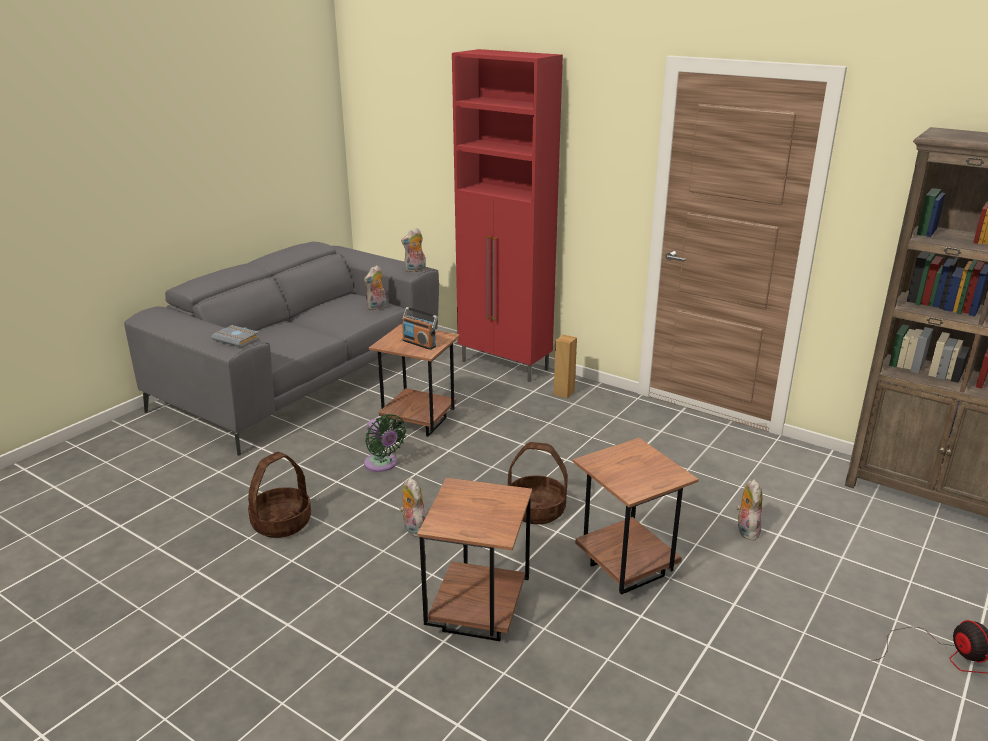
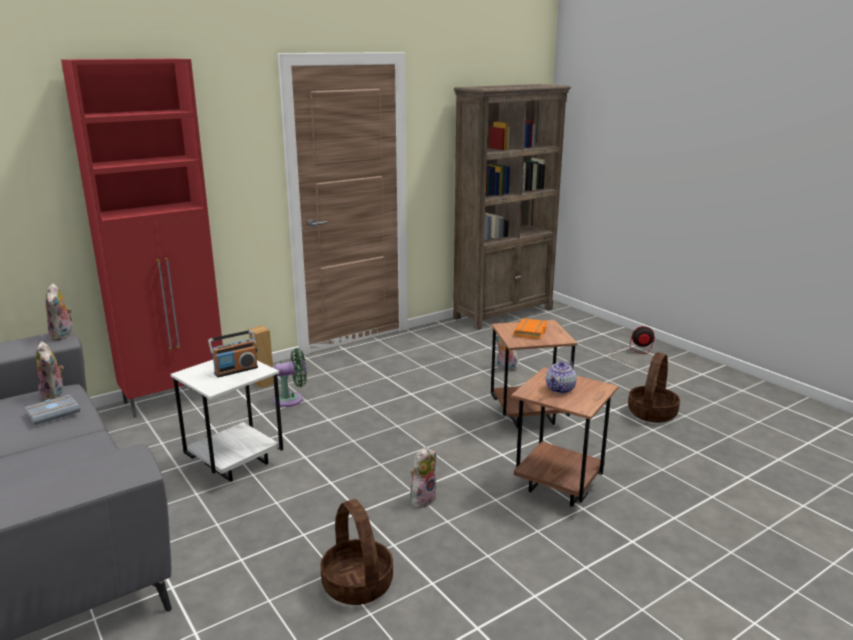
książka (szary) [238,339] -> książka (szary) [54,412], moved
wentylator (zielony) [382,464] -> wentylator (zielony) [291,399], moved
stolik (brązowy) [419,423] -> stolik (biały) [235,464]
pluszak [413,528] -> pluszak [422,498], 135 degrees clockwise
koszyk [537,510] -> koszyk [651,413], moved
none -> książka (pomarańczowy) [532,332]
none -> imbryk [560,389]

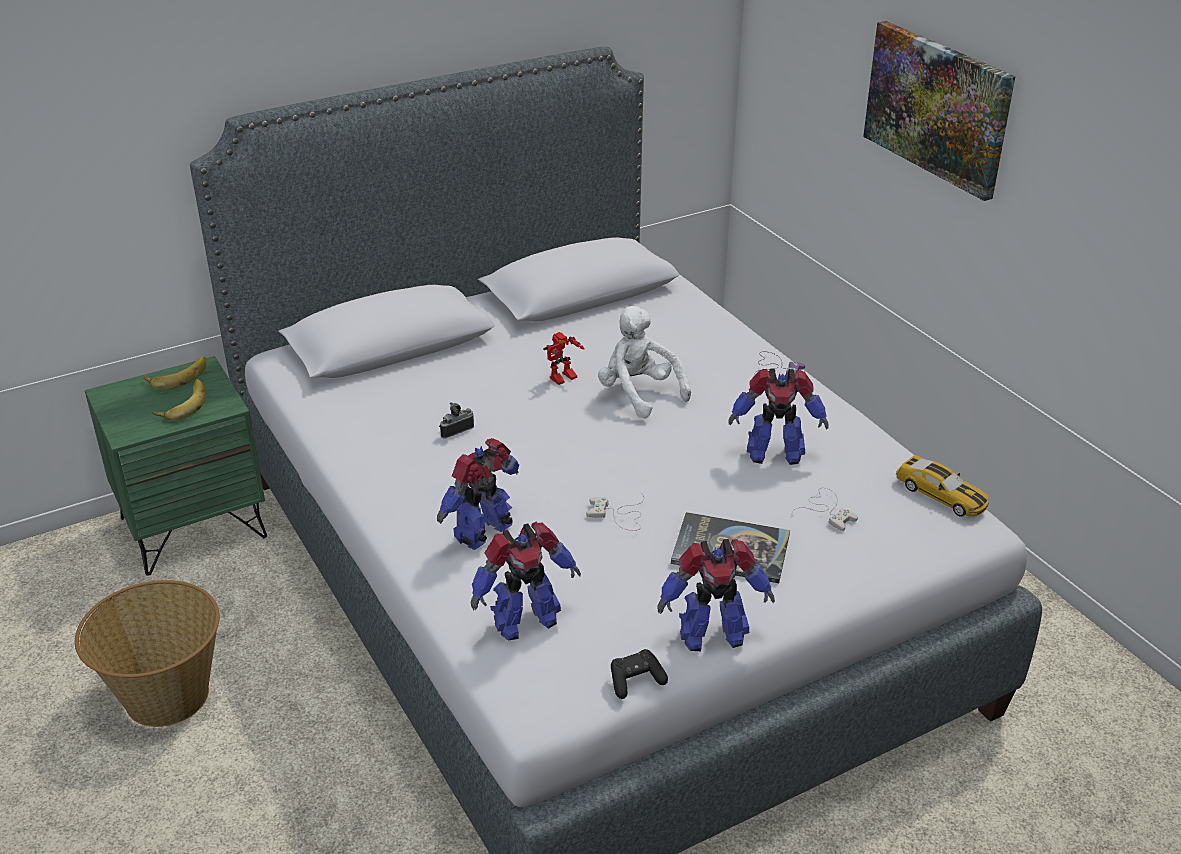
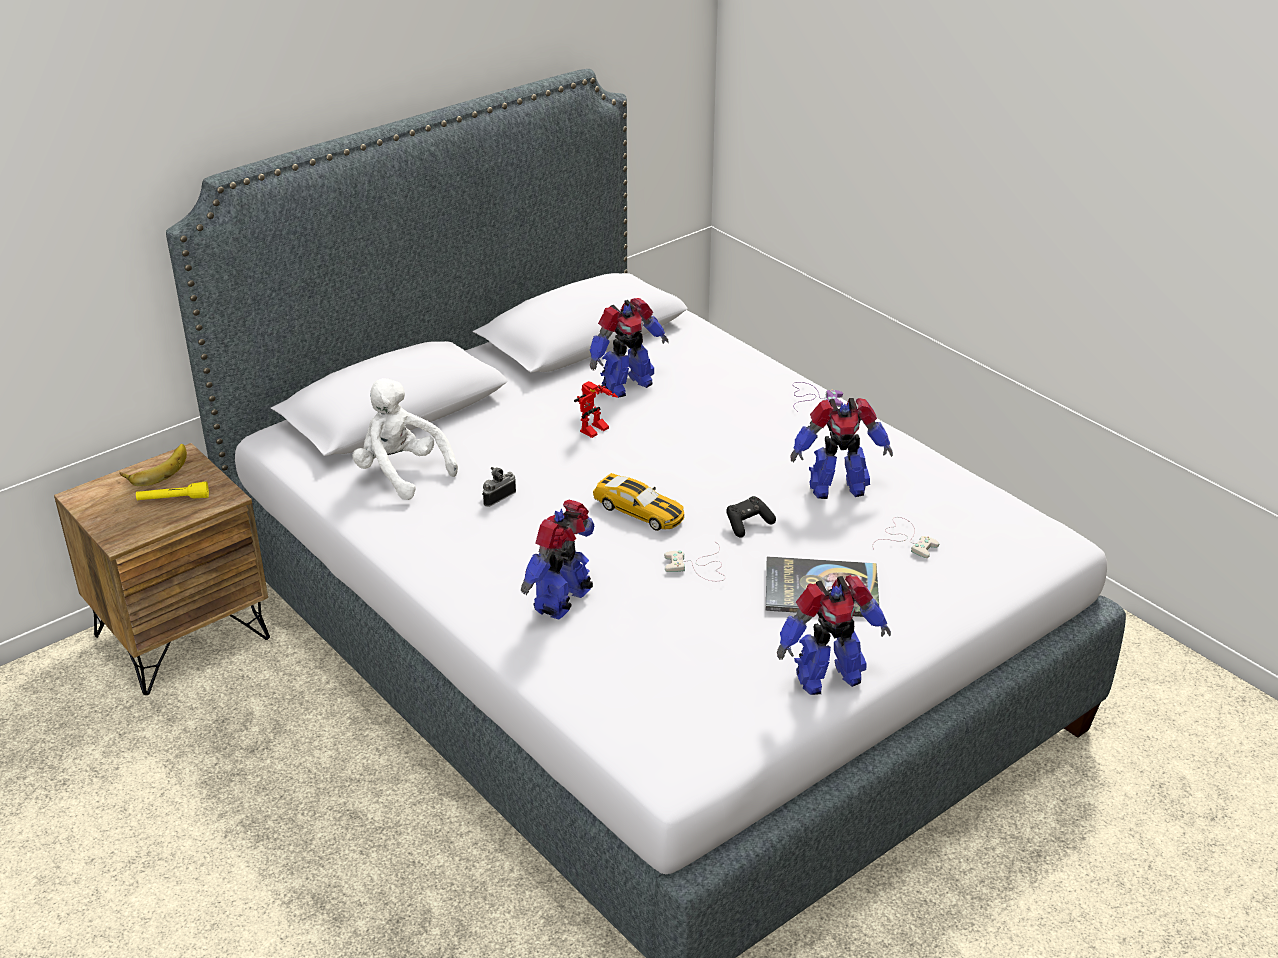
koszyk [165,696] -> none
szafka nocna (zielony) [193,526] -> szafka nocna (brązowy) [182,636]
banan [182,404] -> latarka (żółty) [173,499]
robot zabawkowy [524,621] -> robot zabawkowy [626,385], moved
pluszak (biały) [639,393] -> pluszak (biały) [401,473], moved
pad do gier (czarny) [636,681] -> pad do gier (czarny) [748,524], moved
obraz [938,107] -> none
samochodzik [941,495] -> samochodzik [639,511], moved

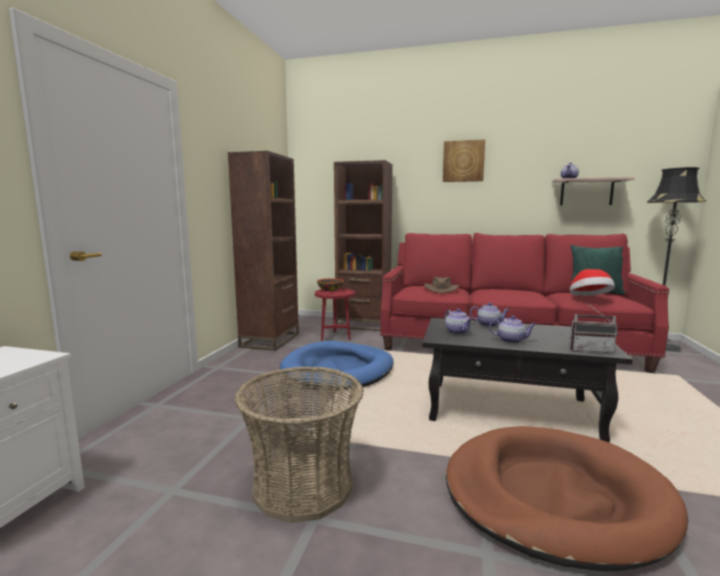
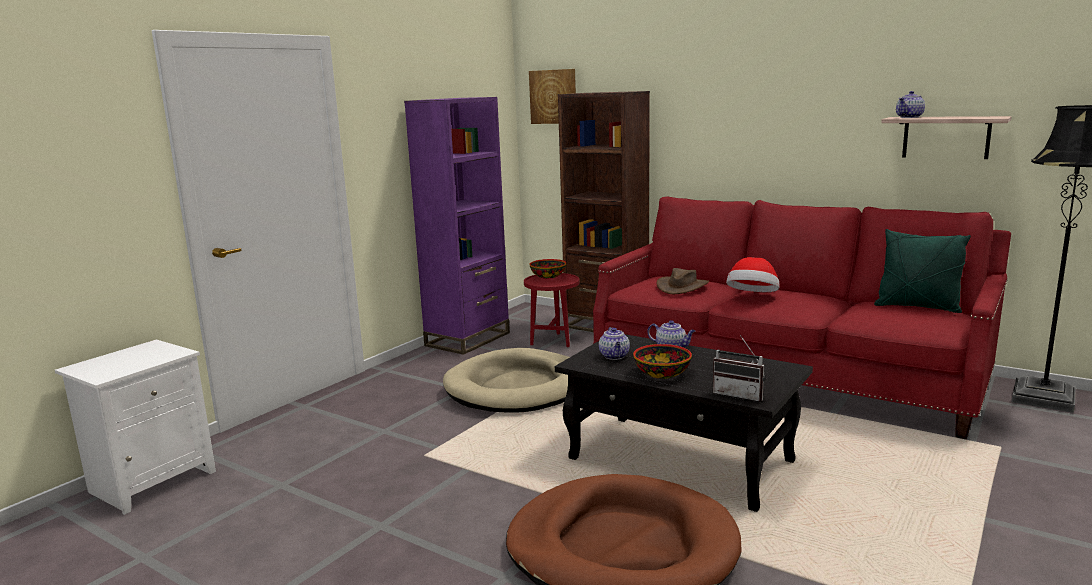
regał (brązowy) [270,340] -> regał (fioletowy) [468,339]
koszyk [302,485] -> none
legowisko (niebieski) [338,370] -> legowisko (beżowy) [518,387]
obraz [463,161] -> obraz [553,96], moved
imbryk [511,340] -> miska [662,373]
kapelusz [589,299] -> kapelusz [752,297], moved

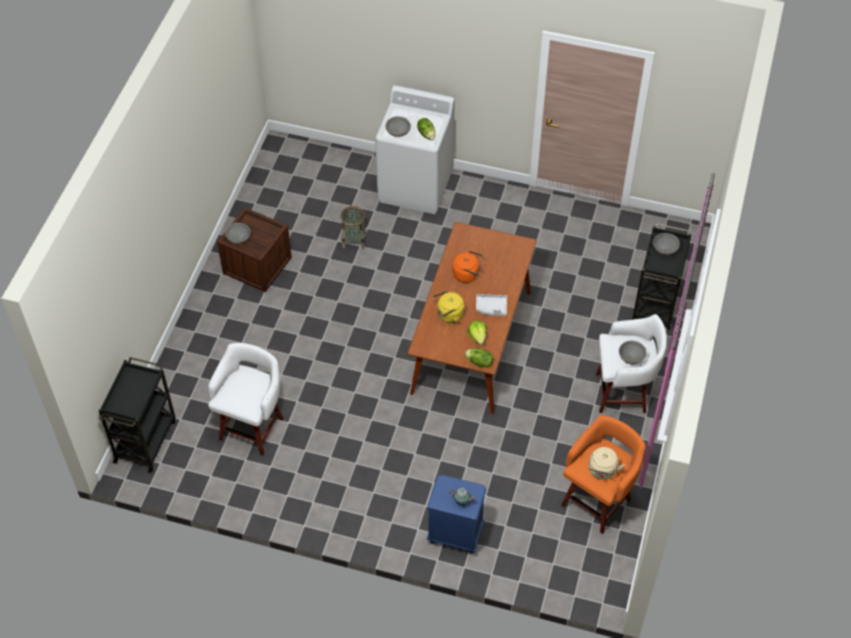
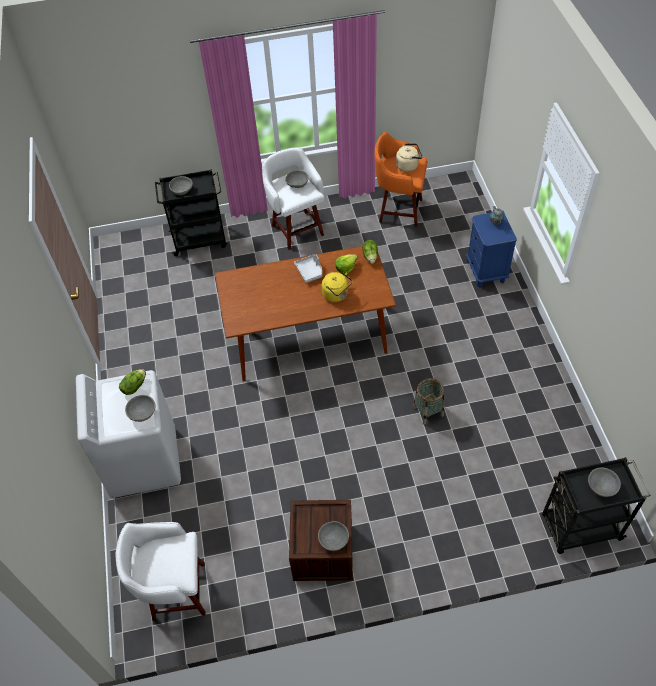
stołek (biały) [252,427] -> stołek (biały) [176,591], moved
koszyk [354,240] -> koszyk [428,411], moved
czajnik (pomarańczowy) [467,274] -> none
none -> miska (szary) [602,487]

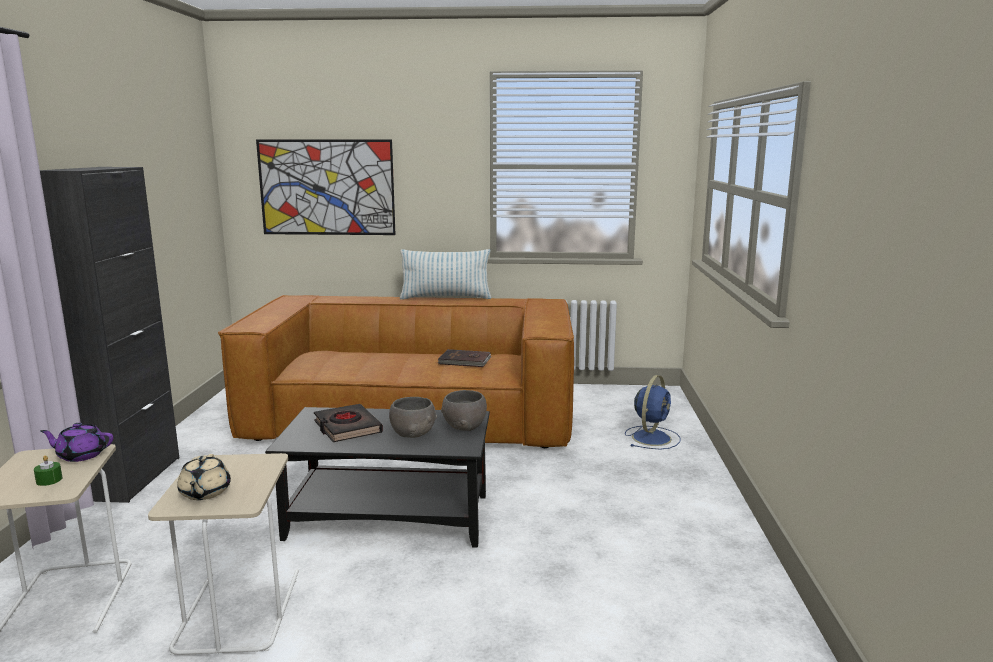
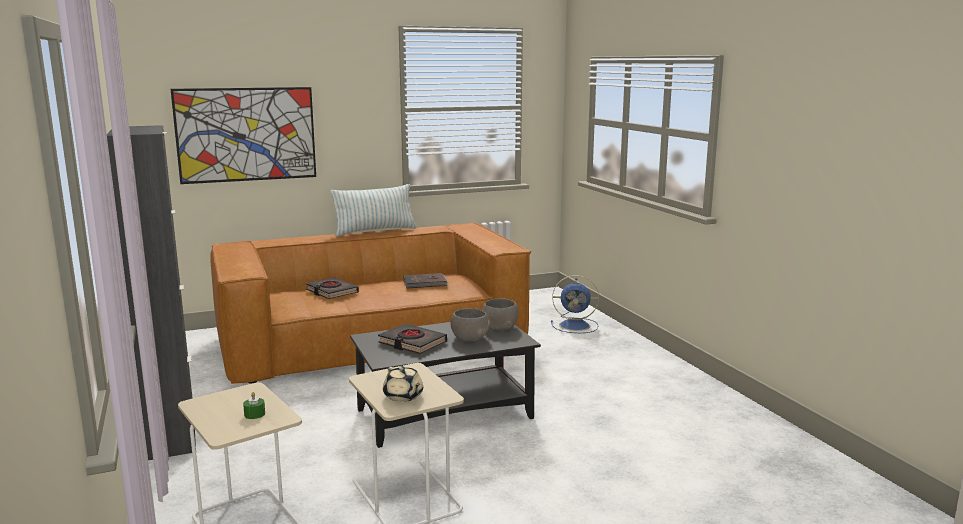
imbryk (fioletowy) [81,455] -> none
wentylator (niebieski) [652,437] -> wentylator (niebieski) [576,325], 90 degrees clockwise
none -> książka (czarny) [332,292]

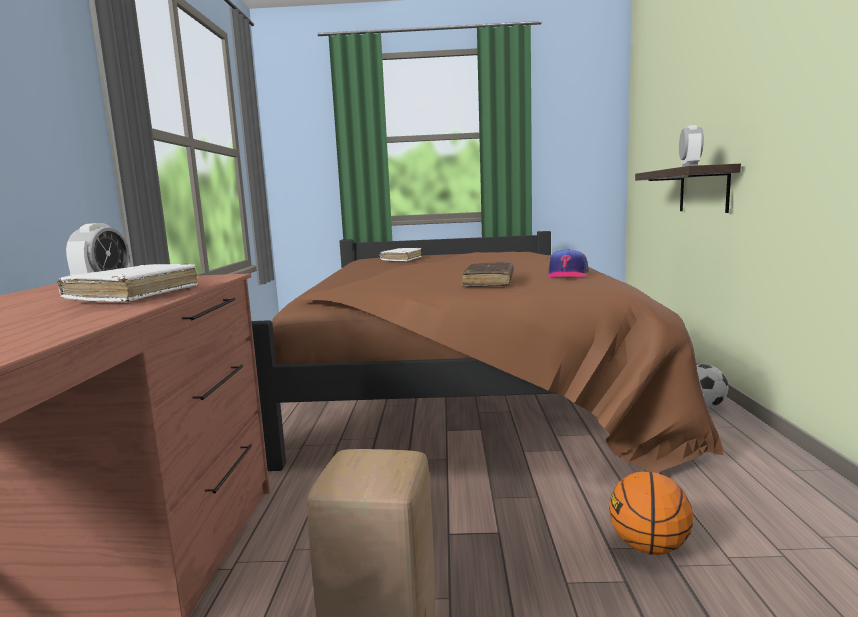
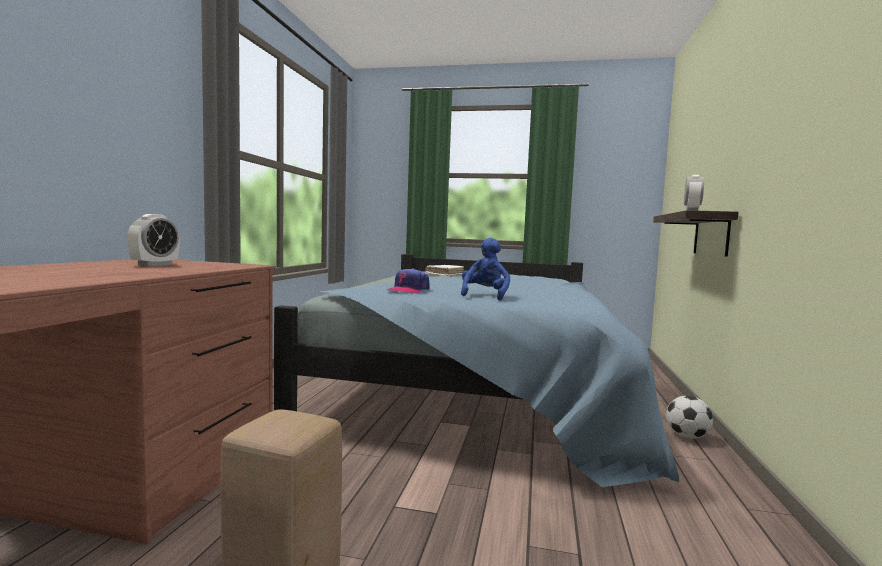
książka (biały) [135,295] -> none
łóżko (brązowy) [464,383] -> łóżko (niebieski) [476,386]
książka (brązowy) [488,282] -> pluszak (niebieski) [484,296]
czapka z daszkiem [567,275] -> czapka z daszkiem [408,290], moved
piłka do koszykówki [649,547] -> none

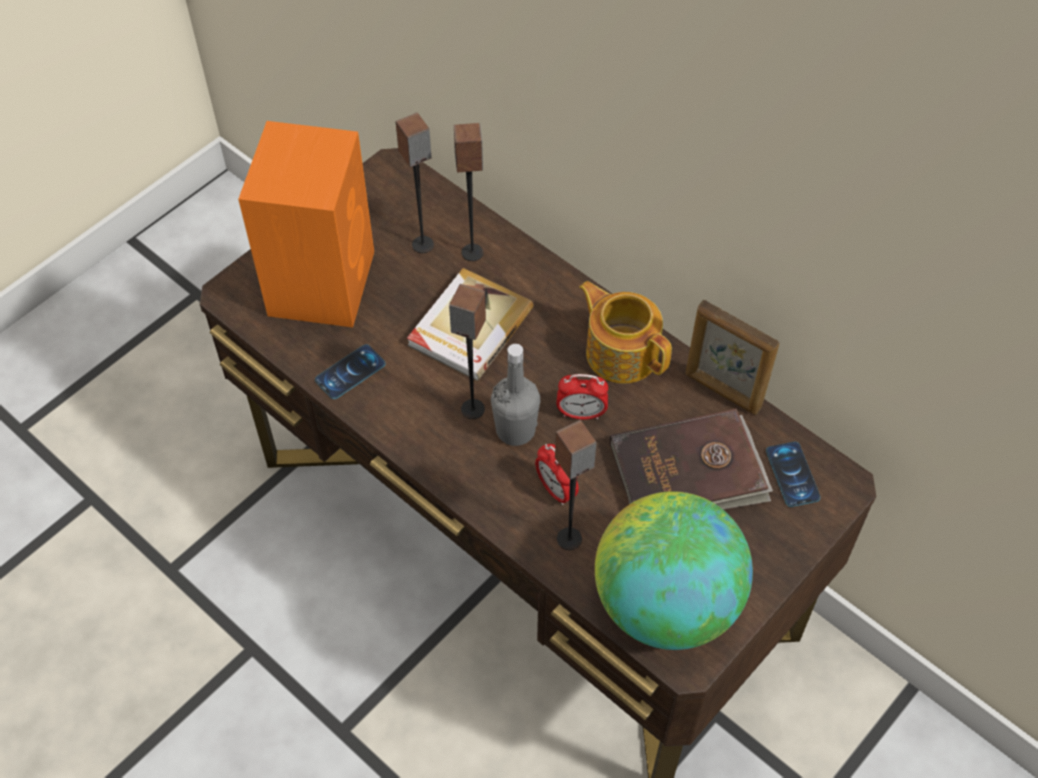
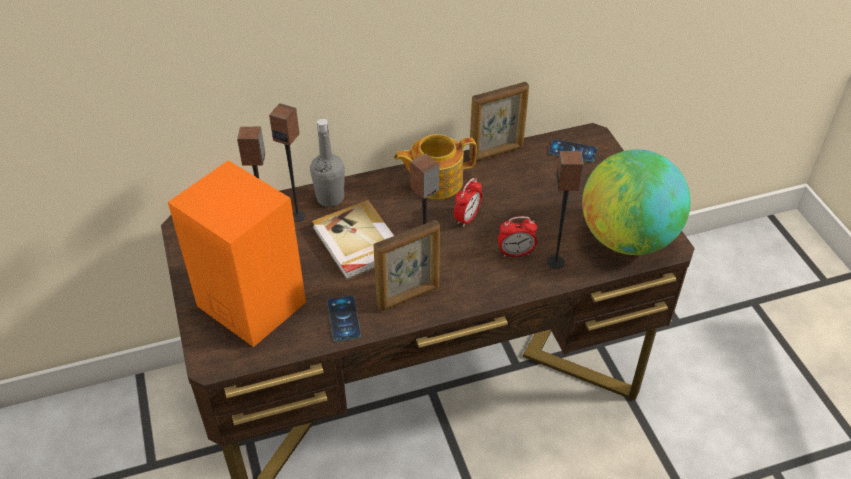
butelka (szary) [515,430] -> butelka (szary) [330,198], moved
książka (brązowy) [689,472] -> none
none -> ramka na zdjęcie [409,297]

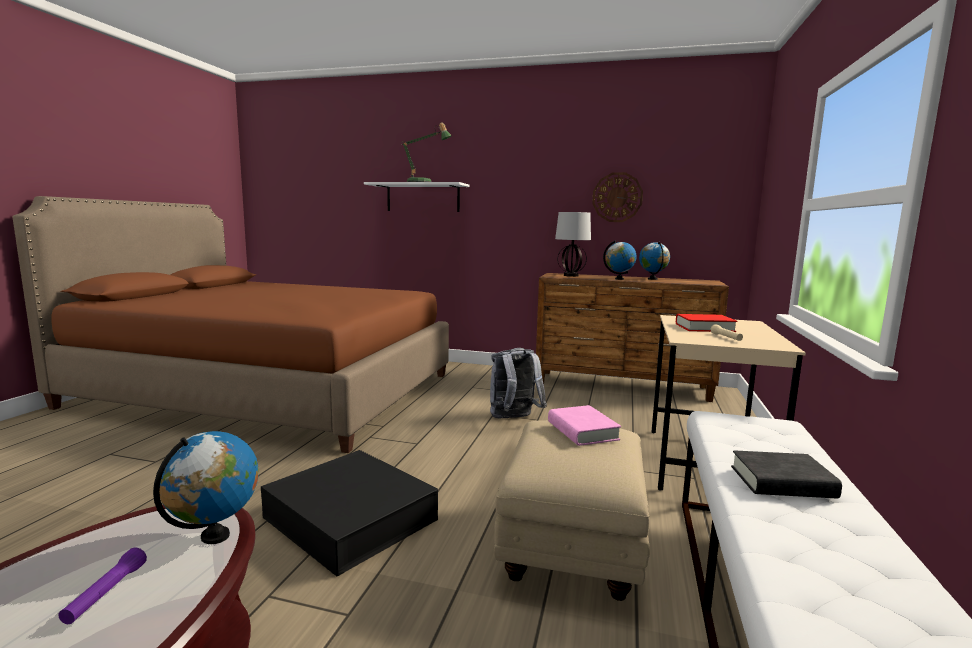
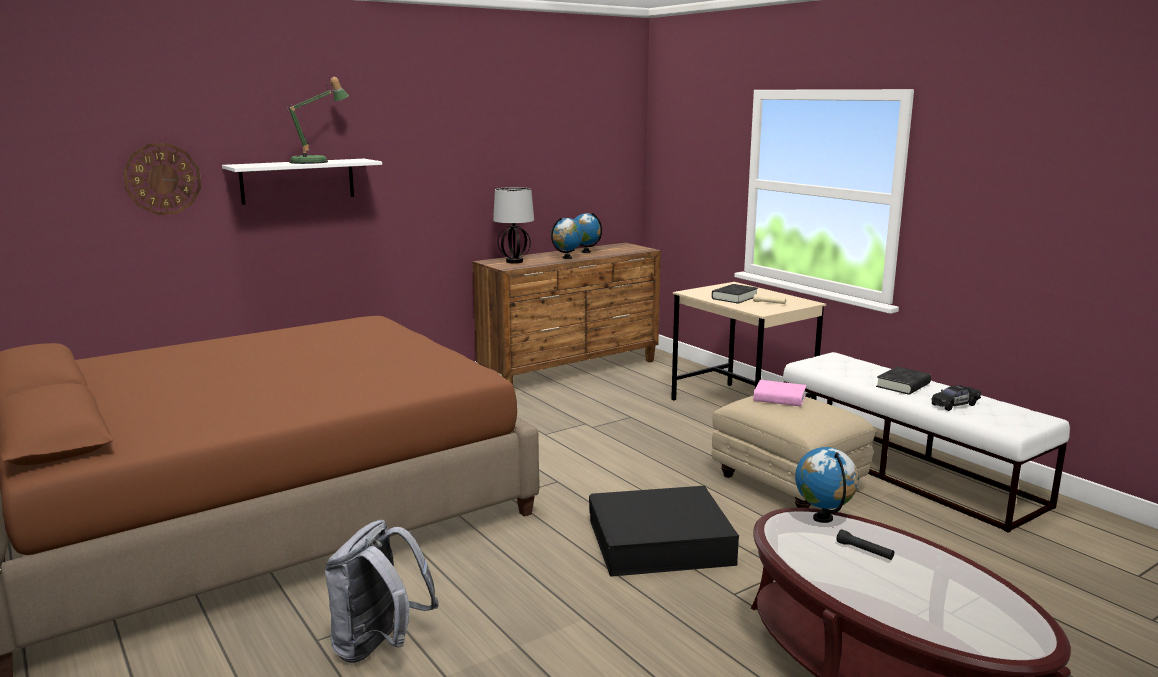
latarka (fioletowy) [106,593] -> latarka (czarny) [864,551]
plecak (szary) [513,419] -> plecak (szary) [379,647], moved
zegar ścienny [617,197] -> zegar ścienny [162,179], moved
książka (czerwony) [704,328] -> książka (czarny) [734,297]
none -> samochodzik (czarny) [954,405]

